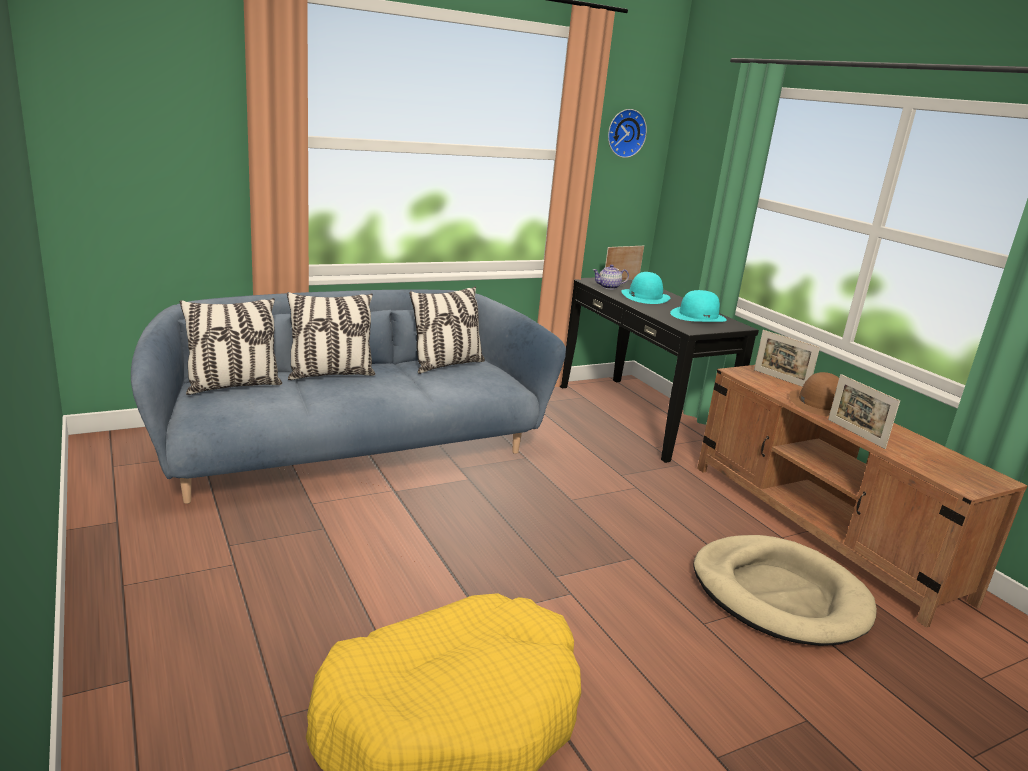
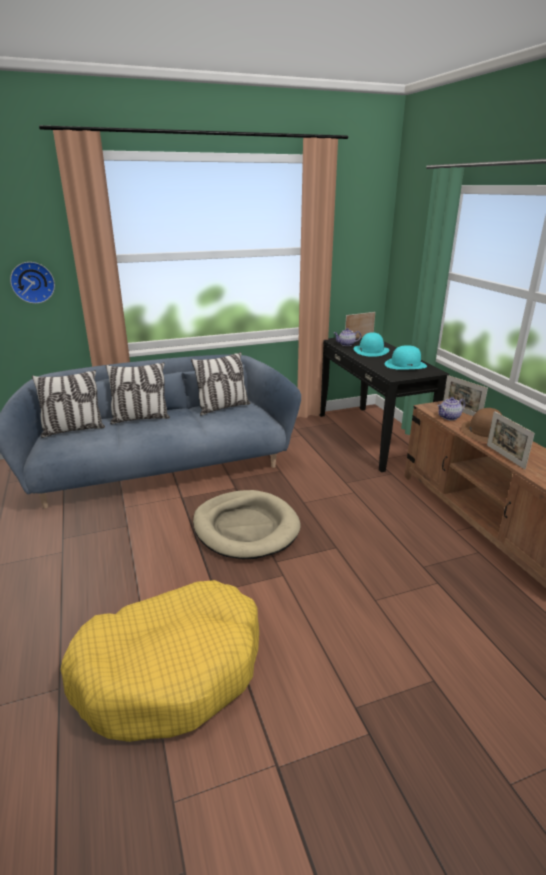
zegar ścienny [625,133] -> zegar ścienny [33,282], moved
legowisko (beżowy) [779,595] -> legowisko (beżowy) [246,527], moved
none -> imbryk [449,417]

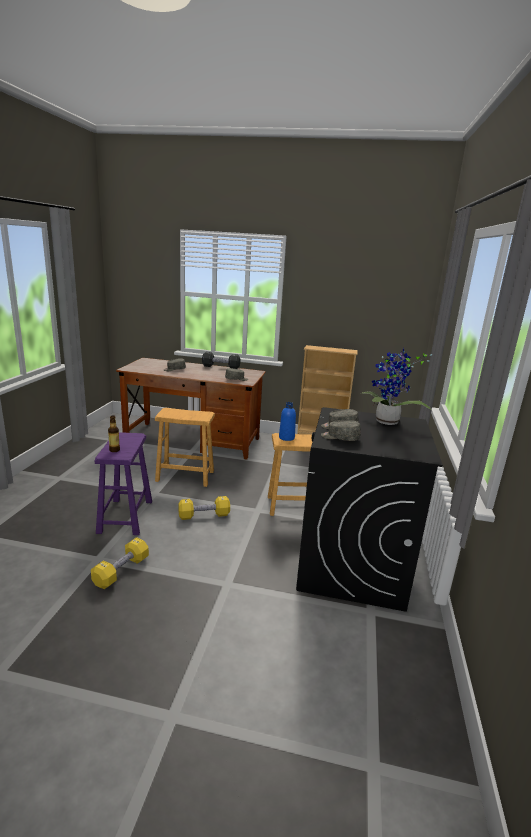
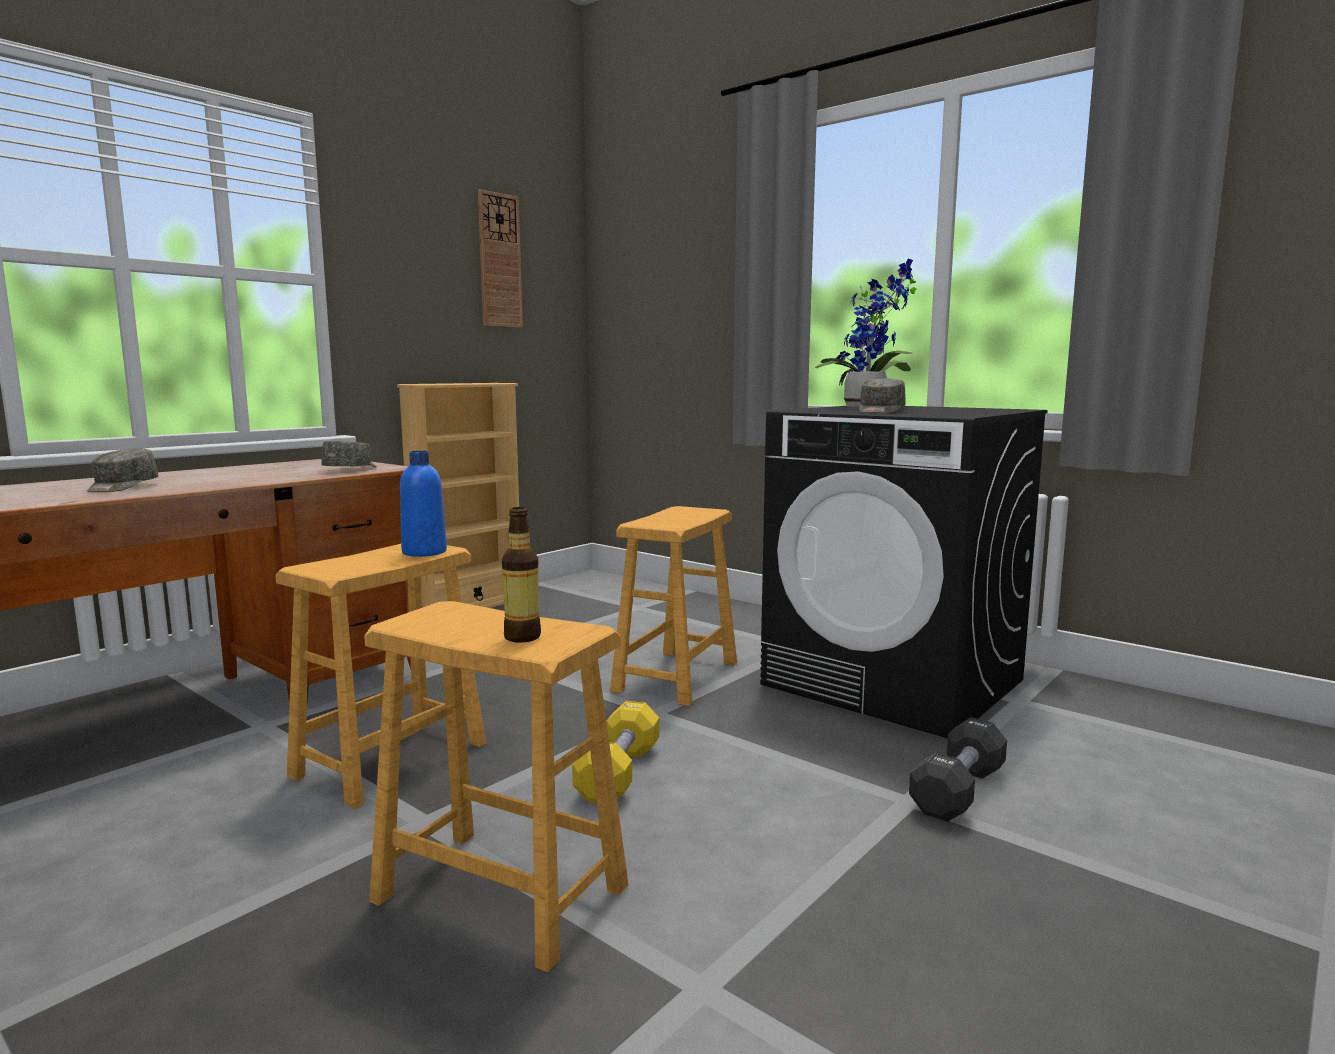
hantel (żółty) [121,571] -> none
stołek (fioletowy) [125,516] -> stołek (brązowy) [500,894]
hantel (czarny) [221,367] -> hantel (czarny) [958,791], moved
butelka (niebieski) [286,438] -> butelka (niebieski) [424,552], moved
czapka z daszkiem (szary) [340,438] -> none
none -> zegar ścienny [499,261]

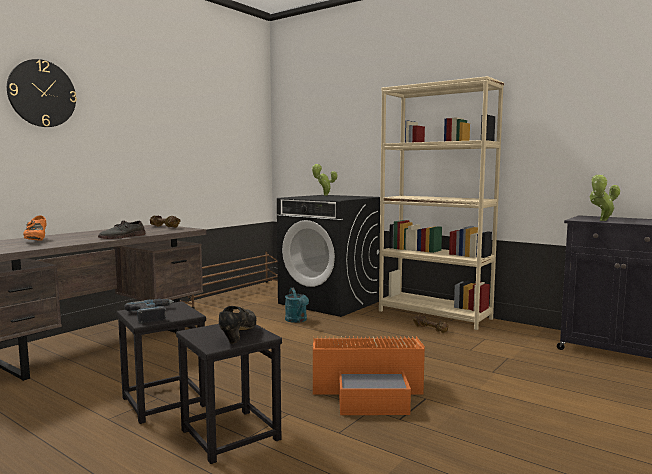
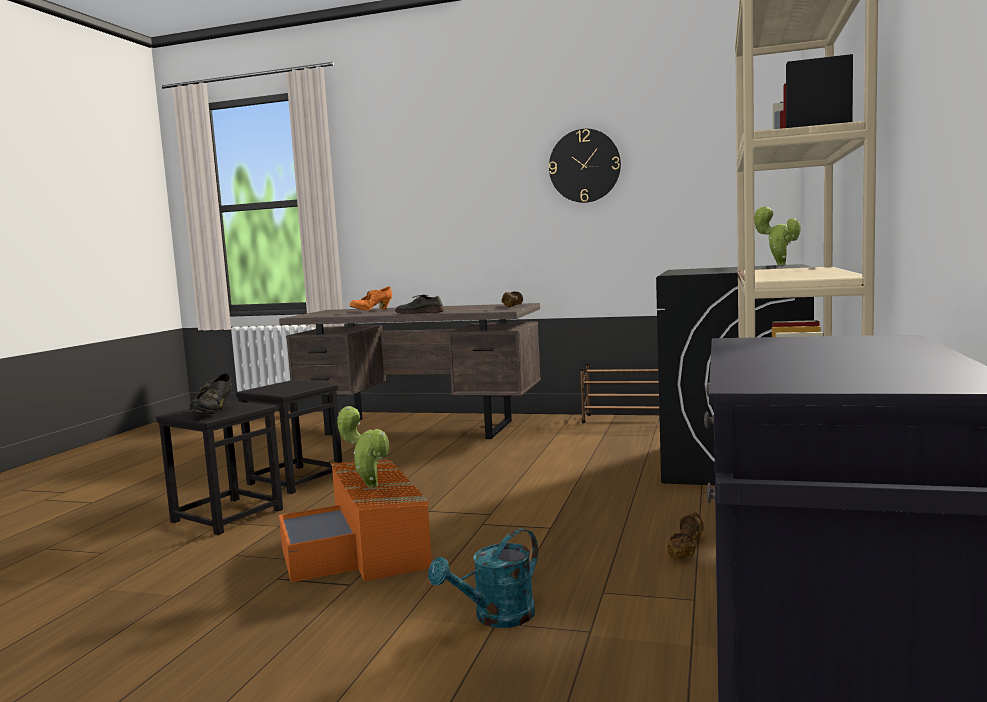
zegar ścienny [42,93] -> zegar ścienny [584,166], moved
wiertarka [153,314] -> none
but (czarny) [238,335] -> but (czarny) [213,412], 105 degrees clockwise
konewka (turkusowy) [297,320] -> konewka (turkusowy) [496,618], moved
roślina doniczkowa [602,220] -> roślina doniczkowa [369,485], moved

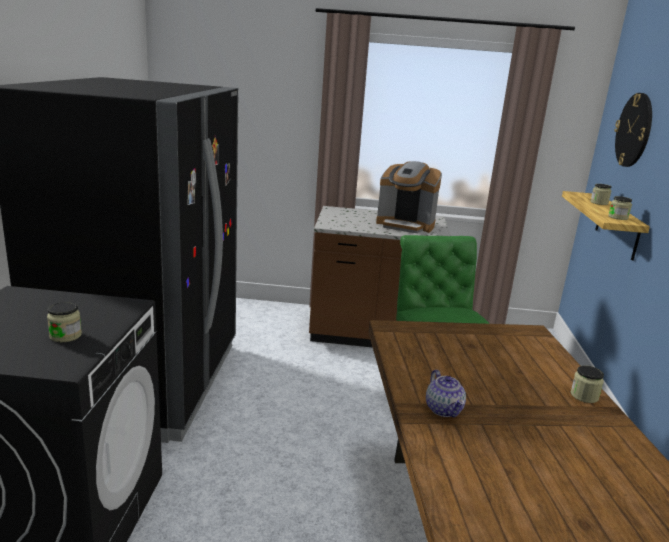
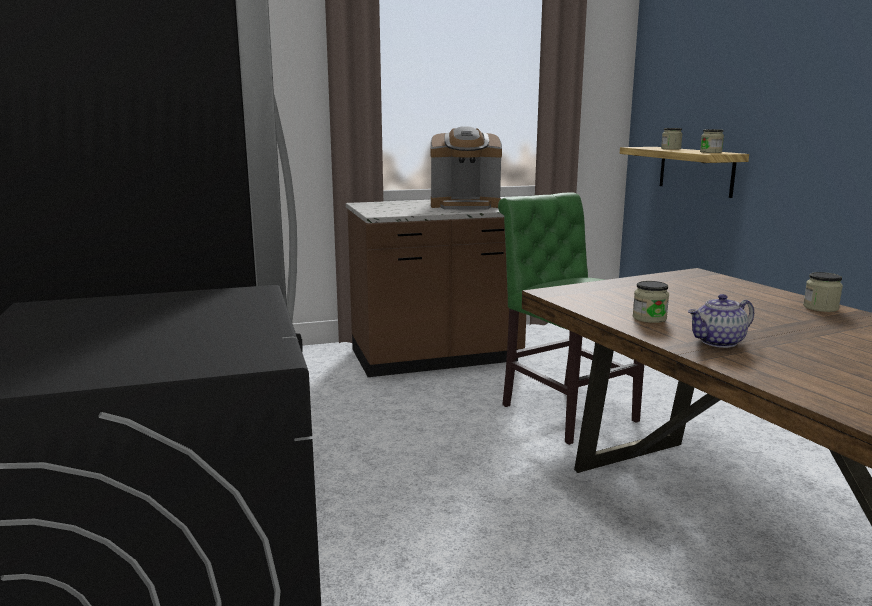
słoik [65,336] -> słoik [649,318], moved
imbryk [444,409] -> imbryk [718,342], 105 degrees clockwise
zegar ścienny [634,130] -> none

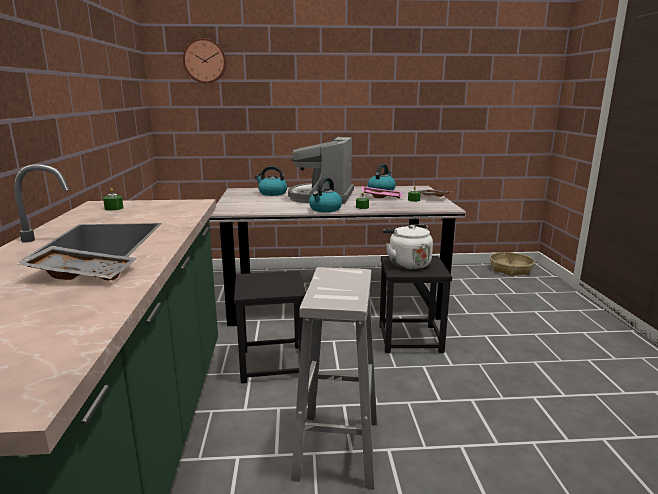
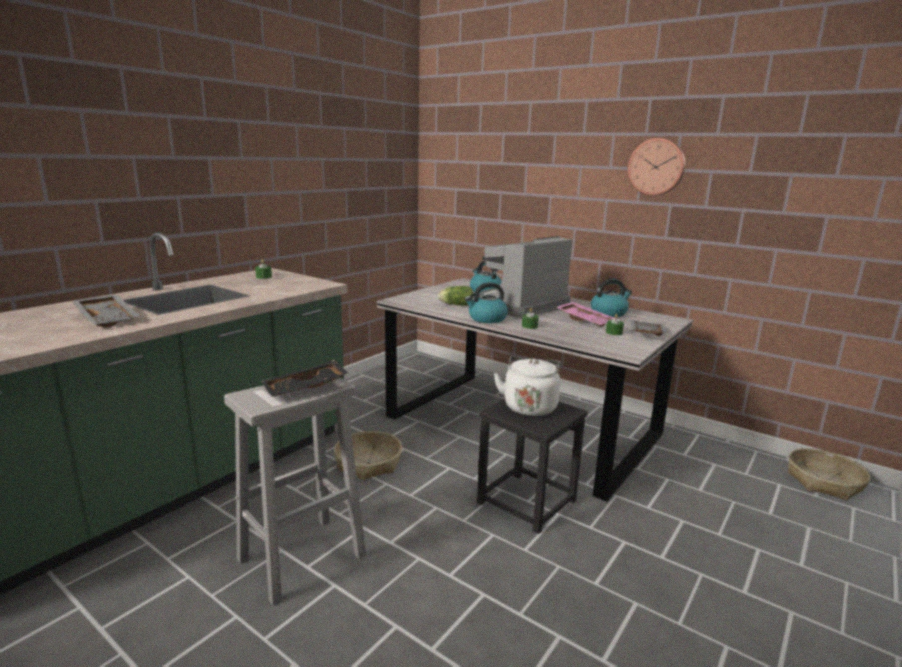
zegar ścienny [205,61] -> zegar ścienny [656,167], moved
stołek (czarny) [272,363] -> koszyk [368,463]
none -> taca (czarny) [306,389]
none -> sałata [455,305]

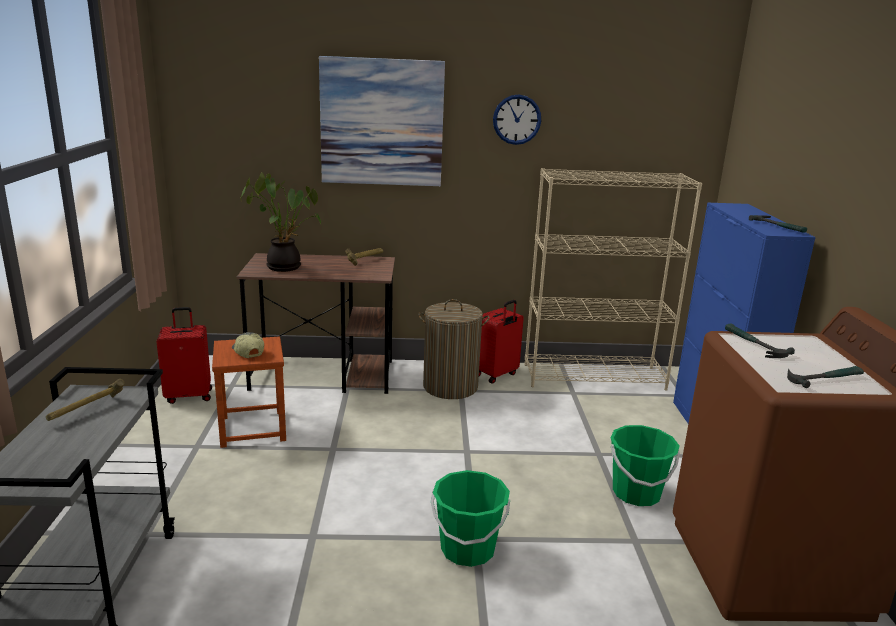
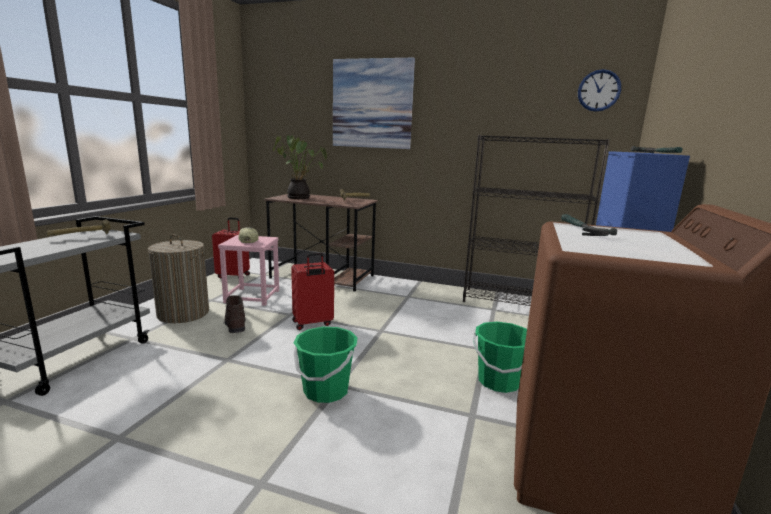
stołek (brązowy) [252,429] -> stołek (różowy) [252,297]
kosz na pranie [450,387] -> kosz na pranie [183,313], moved
walizka (czerwony) [496,375] -> walizka (czerwony) [312,323], moved
zegar ścienny [517,119] -> zegar ścienny [599,90], moved
regał (beżowy) [594,377] -> regał (czarny) [519,302]
młotek [823,379] -> none
none -> but z cholewką (brązowy) [235,325]

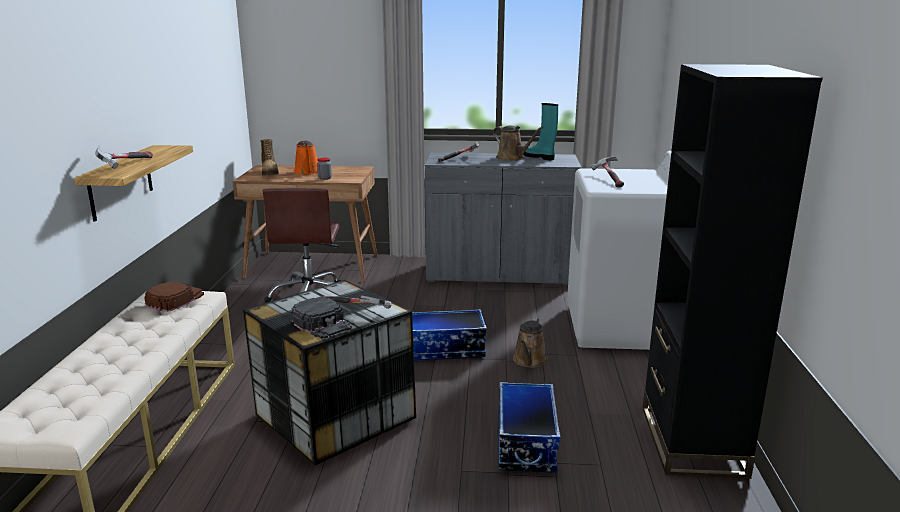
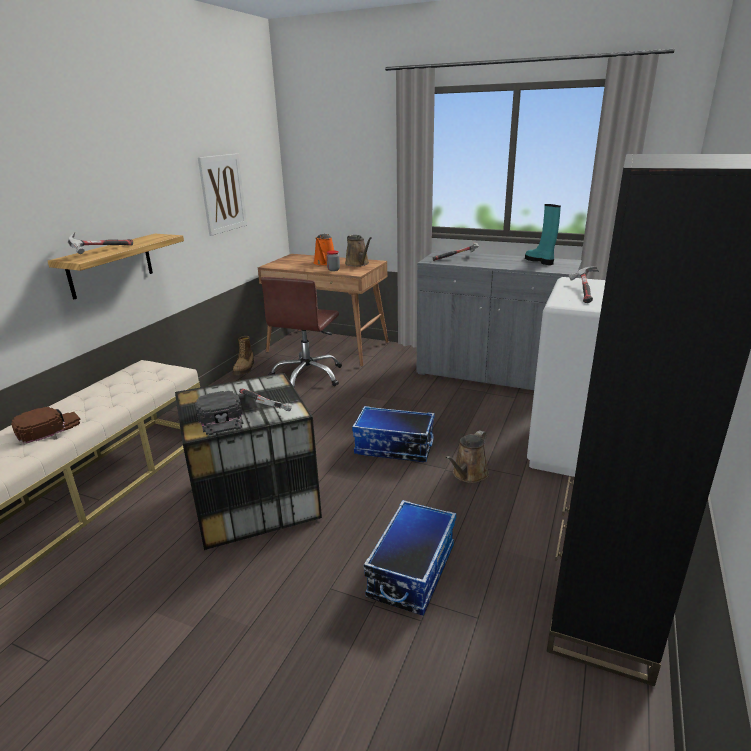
czapka z daszkiem (brązowy) [175,300] -> czapka z daszkiem (brązowy) [47,427], moved
but z cholewką [270,173] -> but z cholewką [245,368], moved
konewka (brązowy) [512,158] -> konewka (brązowy) [358,264], moved
none -> obraz [222,193]

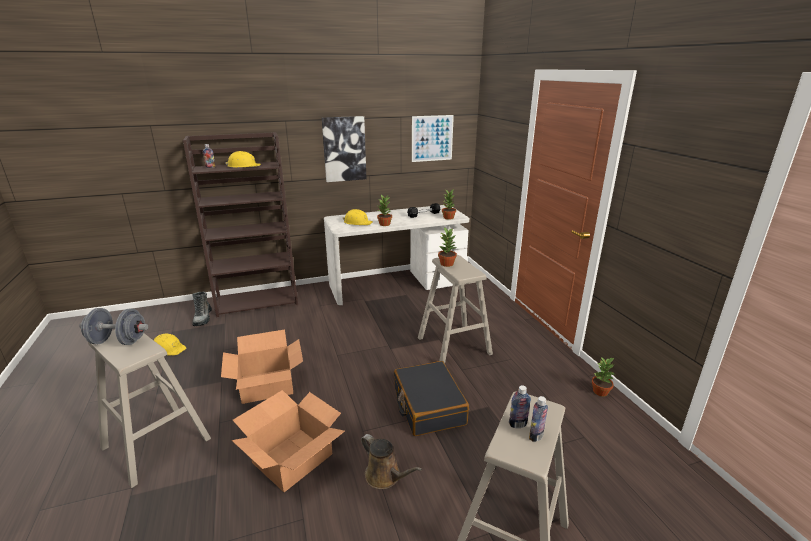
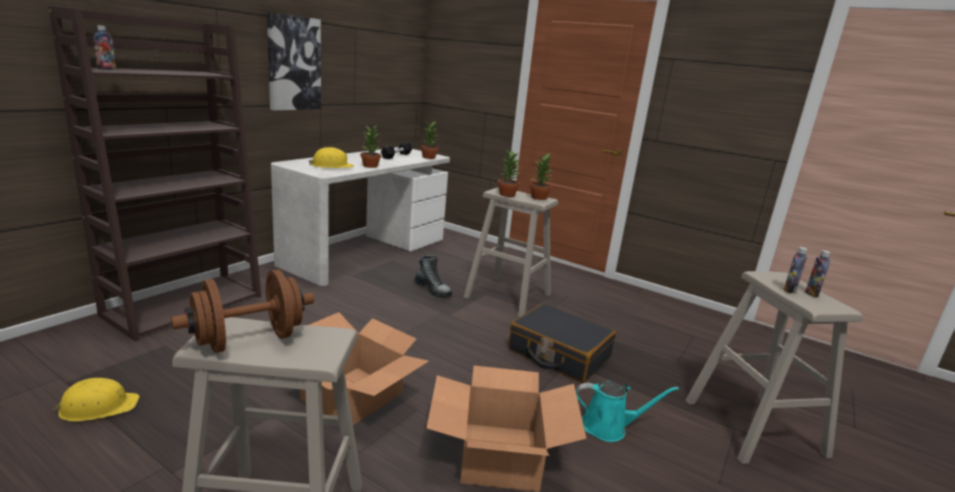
hantel (szary) [118,341] -> hantel (brązowy) [249,340]
but z cholewką [203,318] -> but z cholewką [433,290], moved
kask (żółty) [243,166] -> none
konewka (brązowy) [385,476] -> konewka (turkusowy) [608,427]
obraz [432,138] -> none
roślina doniczkowa [600,392] -> roślina doniczkowa [539,198], moved

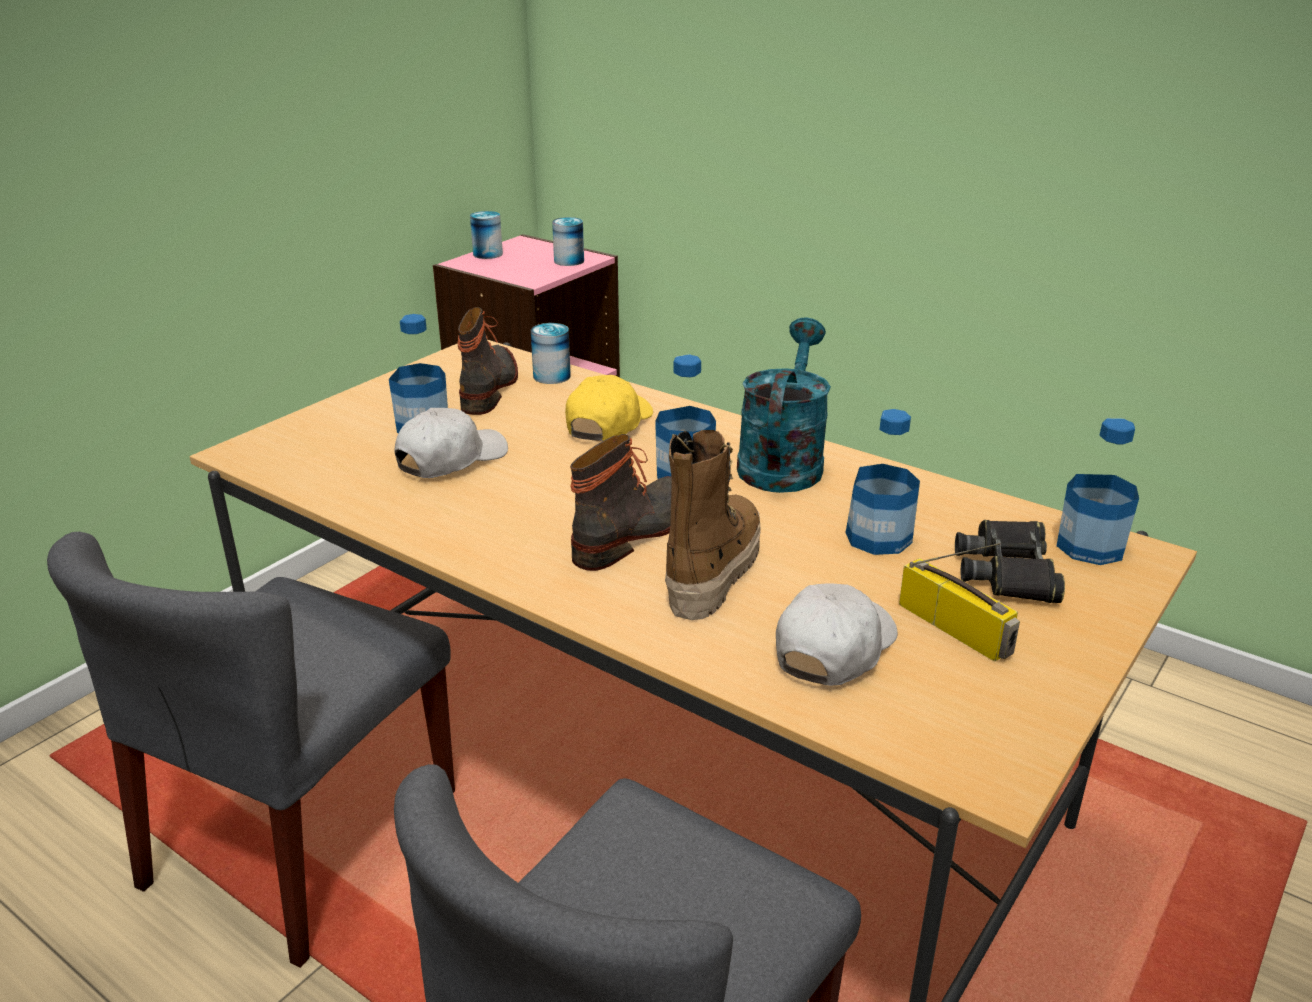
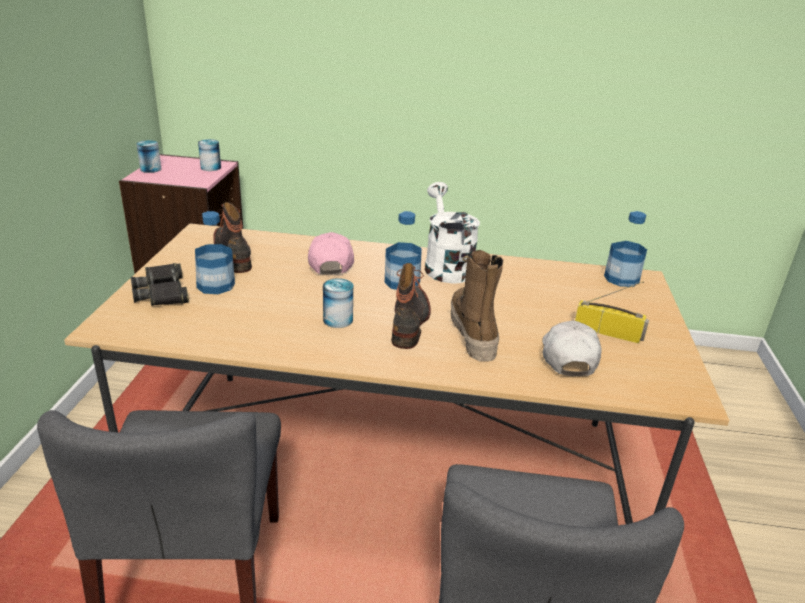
czapka z daszkiem (biały) [451,459] -> none
puszka [551,376] -> puszka [338,320], moved
czapka z daszkiem (żółty) [608,423] -> czapka z daszkiem (różowy) [331,262]
konewka (turkusowy) [782,461] -> konewka (biały) [446,265]
butelka [878,537] -> none
lornetka (czarny) [1008,571] -> lornetka (czarny) [162,292], moved

